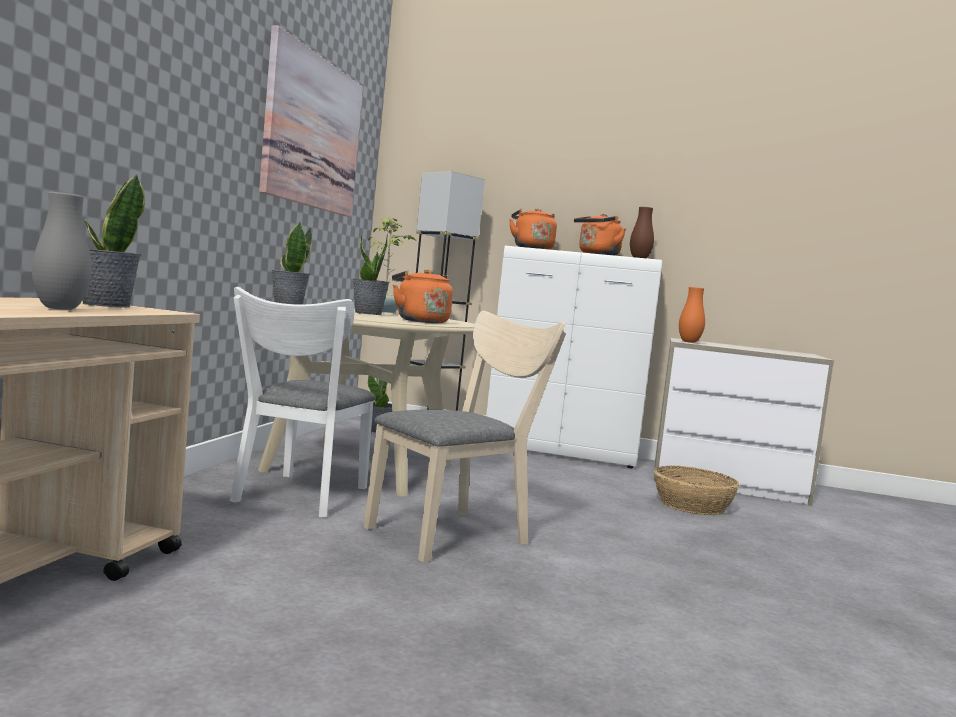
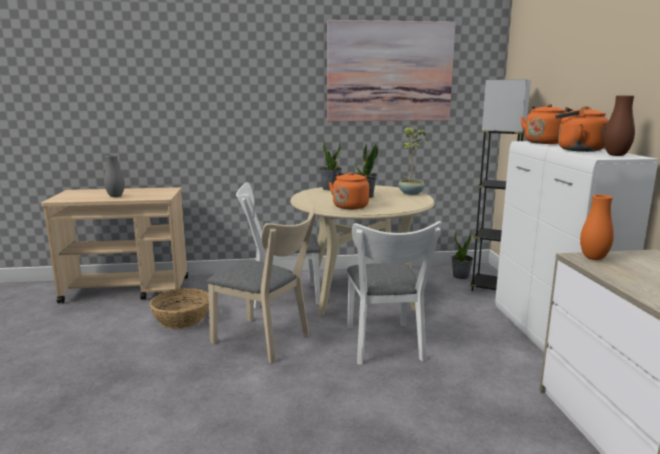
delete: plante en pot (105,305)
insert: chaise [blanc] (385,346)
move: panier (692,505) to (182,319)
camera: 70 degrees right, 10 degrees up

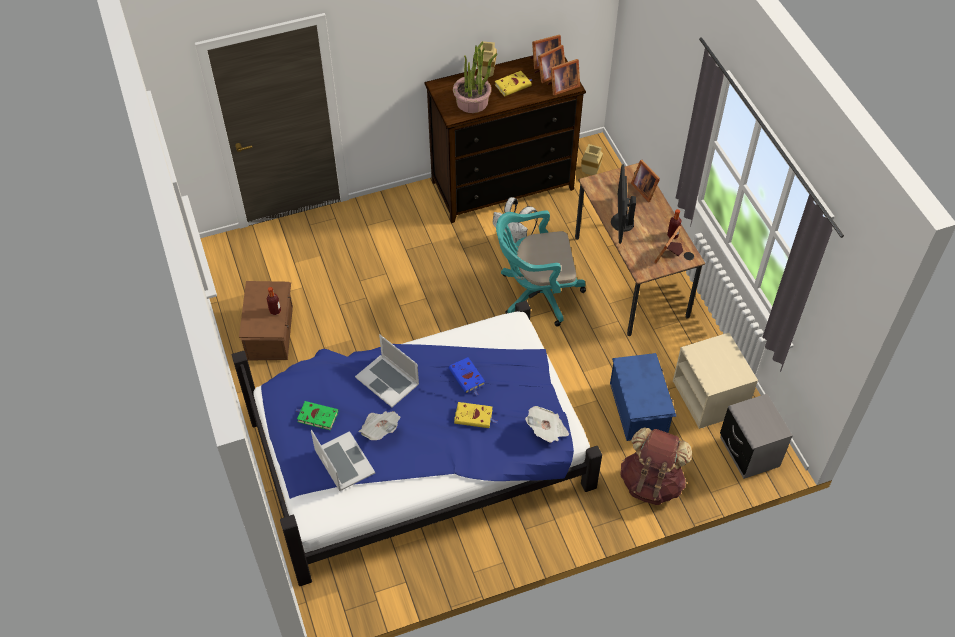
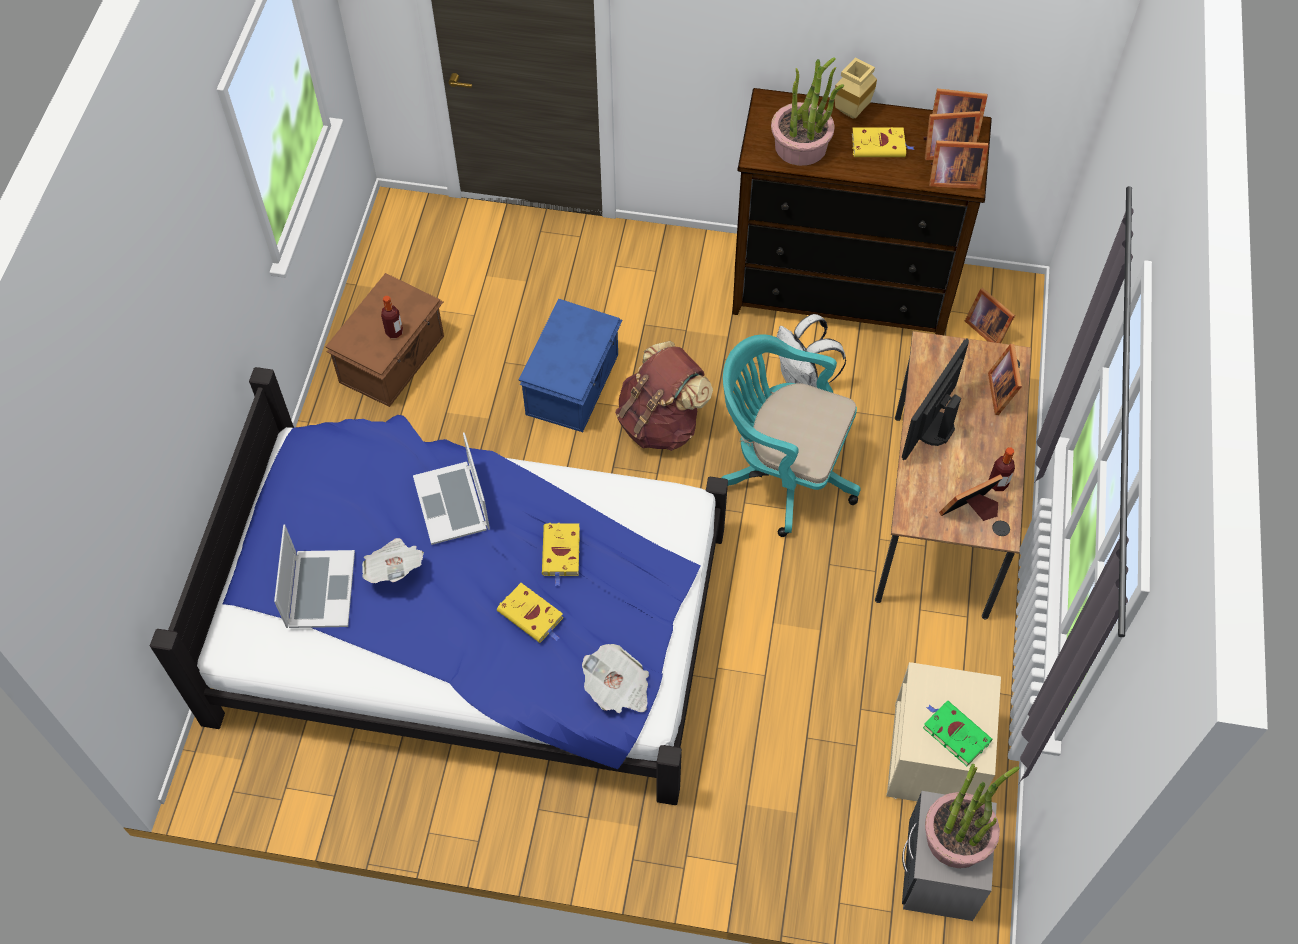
insert: plante en pot (957,838)
move: boîte de rangement [bleu] (639,408) to (574,384); livre [vert] (316,416) to (954,733); sac à dos [marron] (651,482) to (661,423)
replace: vase [beige] (591,172) to cadre photo (986,328)
recolor: livre [bleu] (467,377) to livre [jaune] (561,553)
camera: 30 degrees right, 5 degrees up

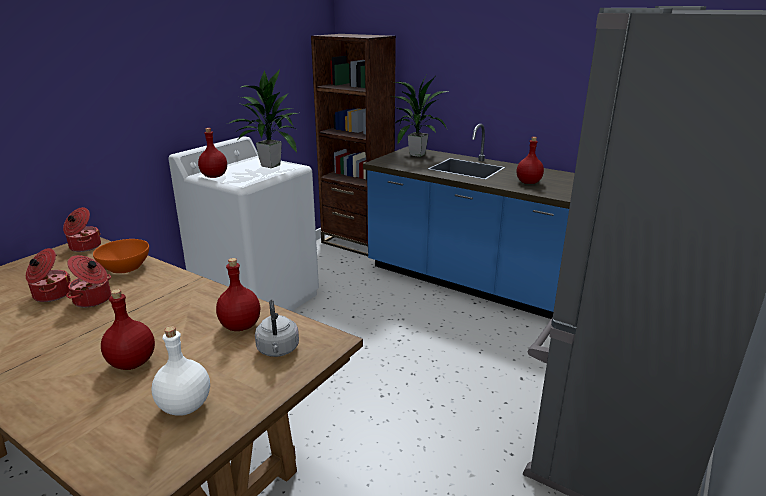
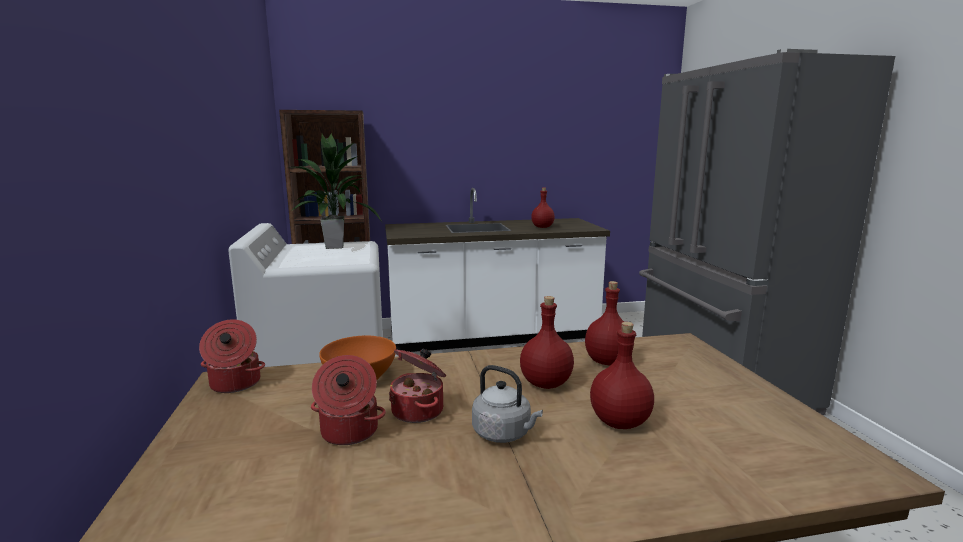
delete: plante en pot (416,154); bouteille [blanc] (184,407)
move: bouteille [rouge] (214,176) to (546,384); bouilloire [gris] (278,350) to (504,434)
recolor: comptoir de cuisine [bleu] (474,283) to comptoir de cuisine [blanc] (493,336)
camera: 45 degrees left, 10 degrees down

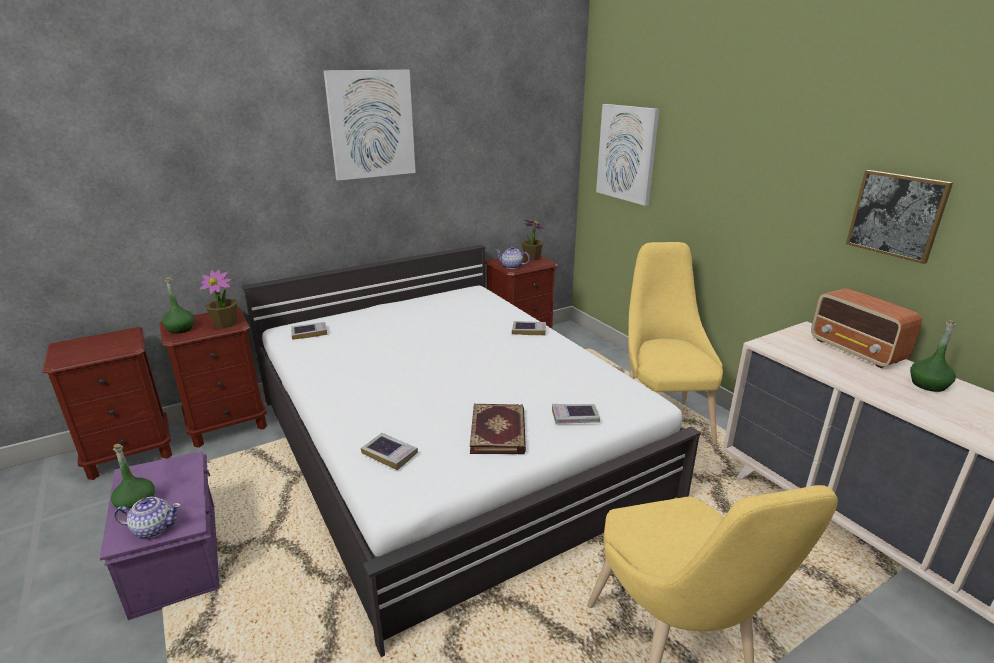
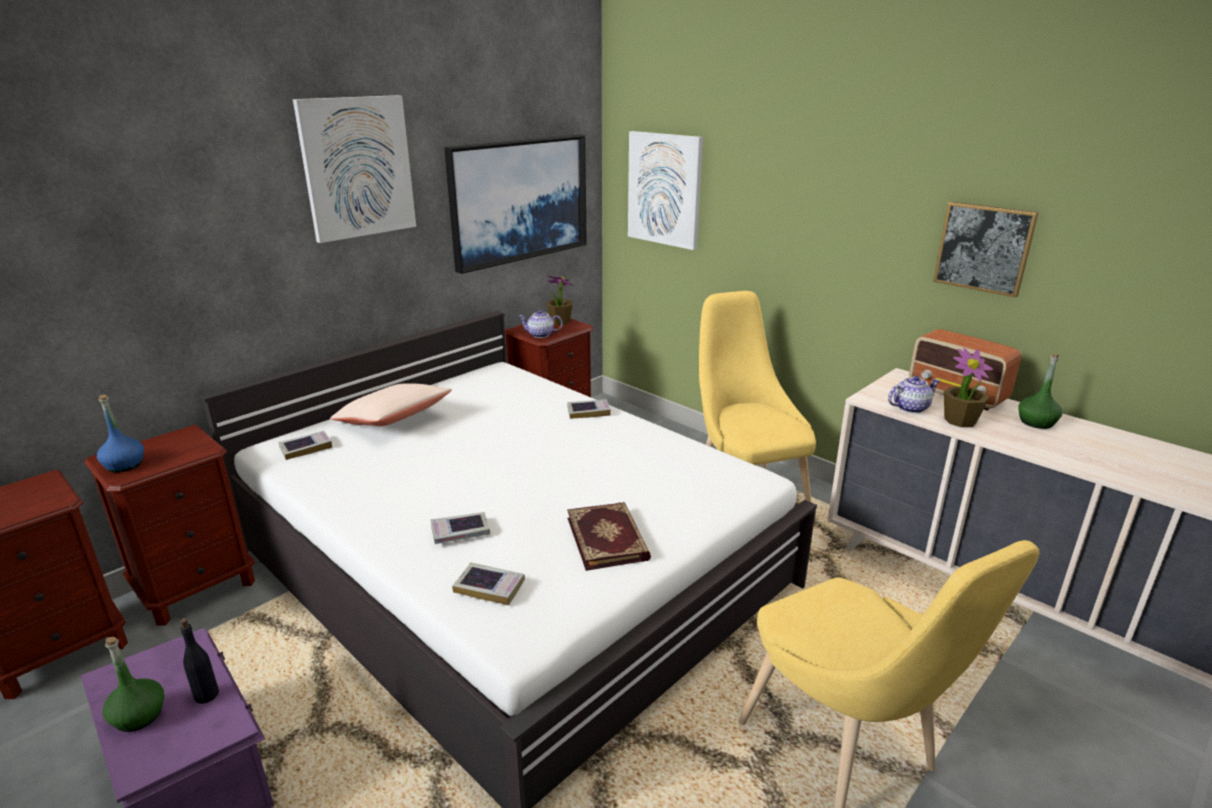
insert: tableau (519,200); coussin [beige] (393,420); bouteille [noir] (207,695)
move: plante en pot (225,324) to (960,420); livre (575,417) to (460,532); théière (153,528) to (910,408)
recolor: bouteille [vert] (180,329) to bouteille [bleu] (125,465)
camera: 15 degrees left, 0 degrees up

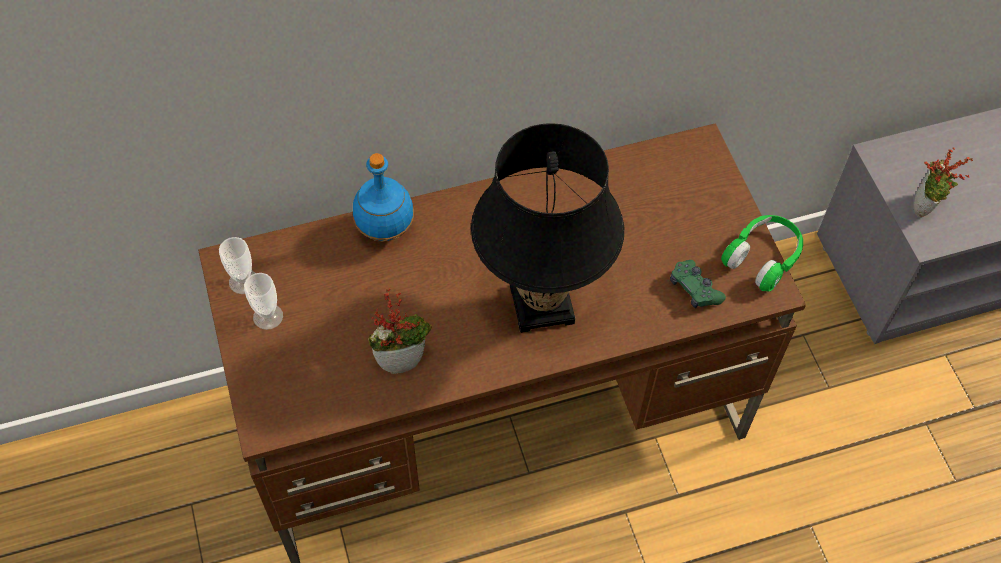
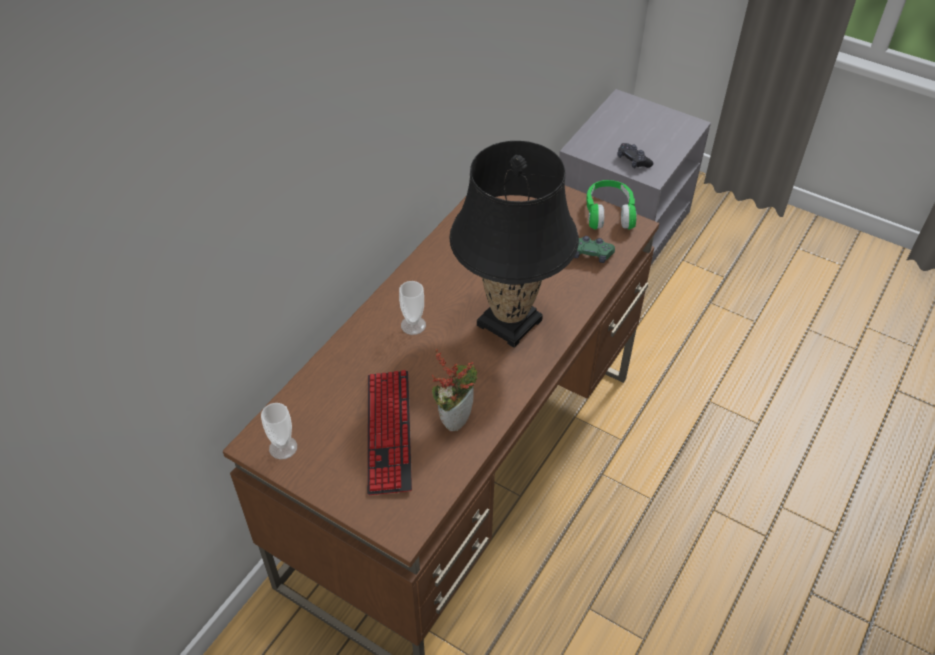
delete: bouteille [bleu] (386,230)
insert: clavier (389,432)
move: tasse (268,316) to (413,325)
replace: plante en pot (925,209) to manette [noir] (633,161)
camera: 40 degrees left, 10 degrees down

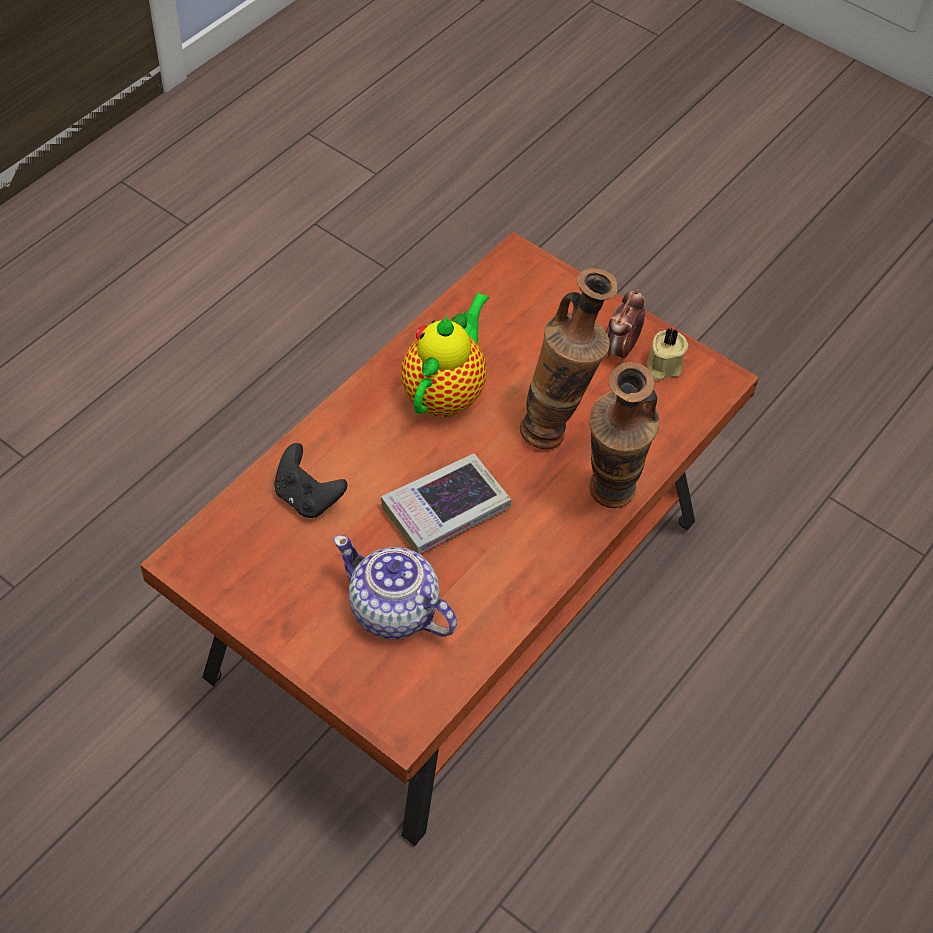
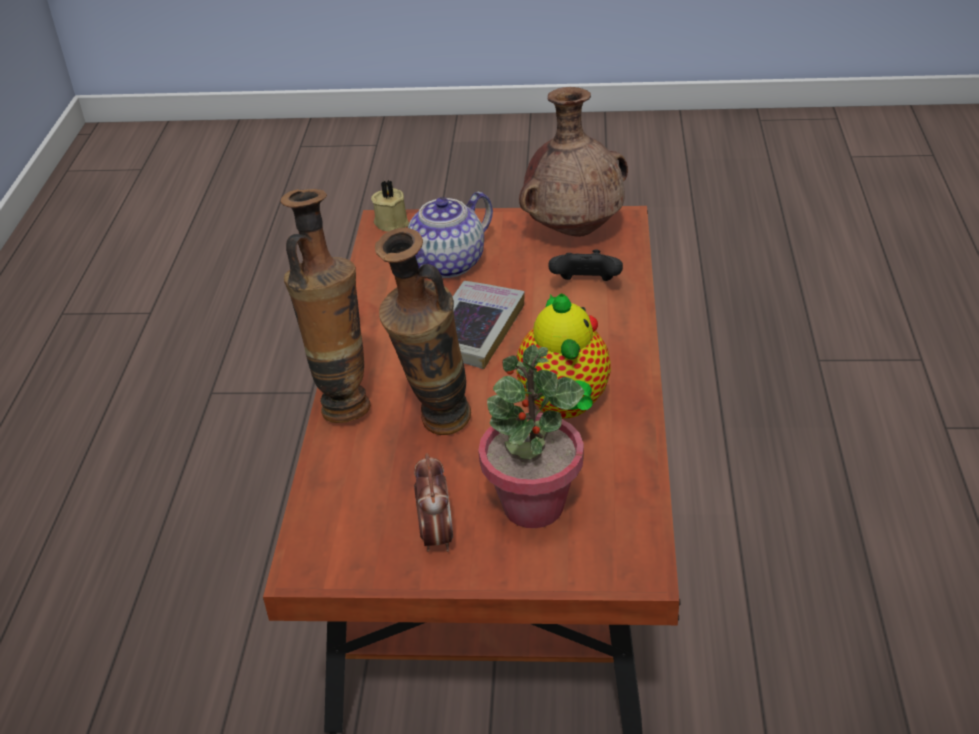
insert: vase [marron] (575,230); plante en pot (533,505)
move: bougie [beige] (662,366) to (392,222)
rotate: théière (394,611) = (449,263) 135 degrees clockwise
camera: 150 degrees right, 15 degrees down

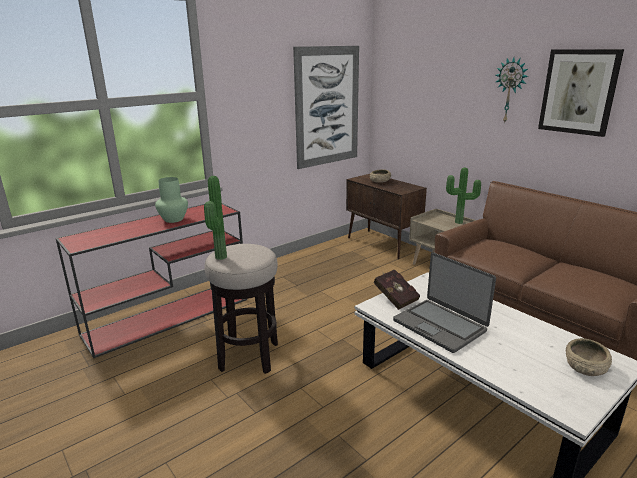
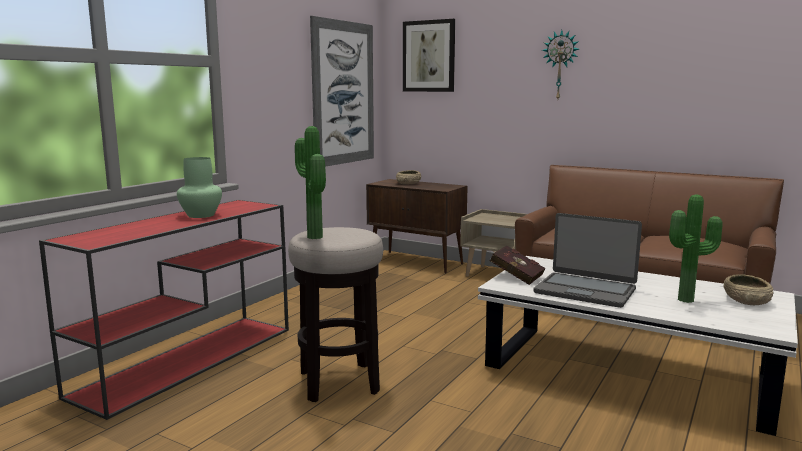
move: tableau (578,92) to (429,56); plante en pot (459,223) to (688,301)
camera: 20 degrees left, 10 degrees down

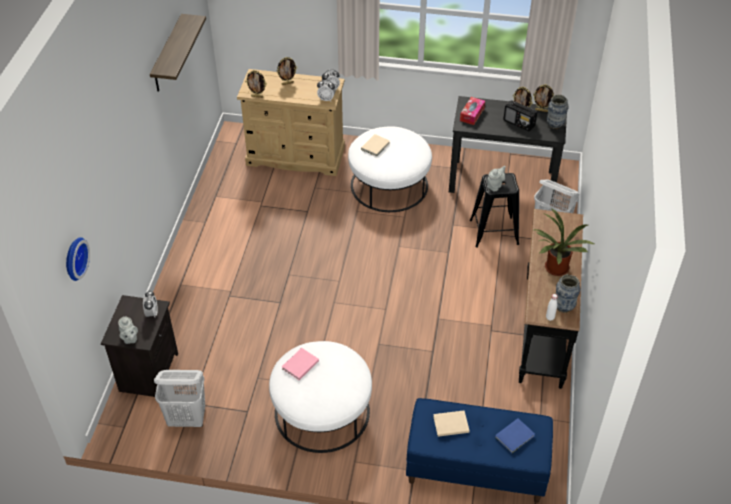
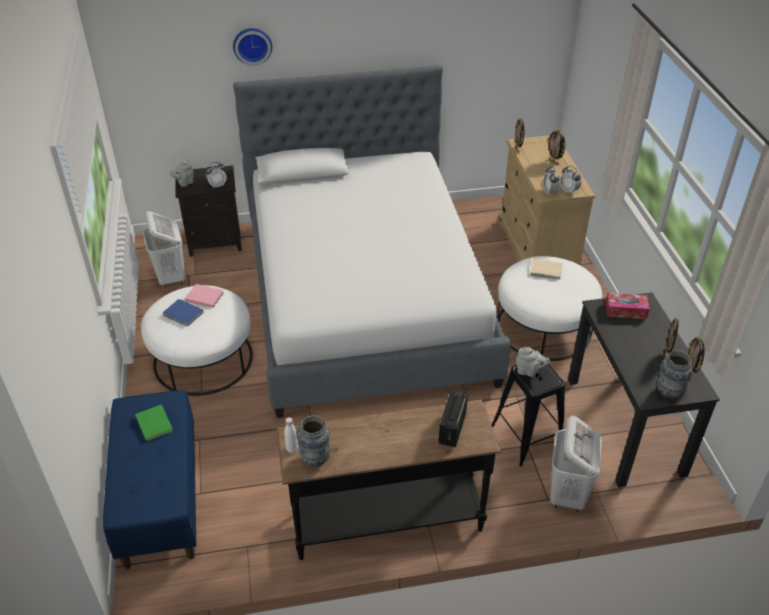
delete: étagère (168,54); plante en pot (555,269)
insert: lit (365,298)
move: radio (519,123) to (452,429); horloge murale (74,258) to (252,45); livre [bleu] (515,436) to (183,314)
recolor: livre [beige] (450,424) to livre [vert] (154,423)
camera: 70 degrees right, 5 degrees down

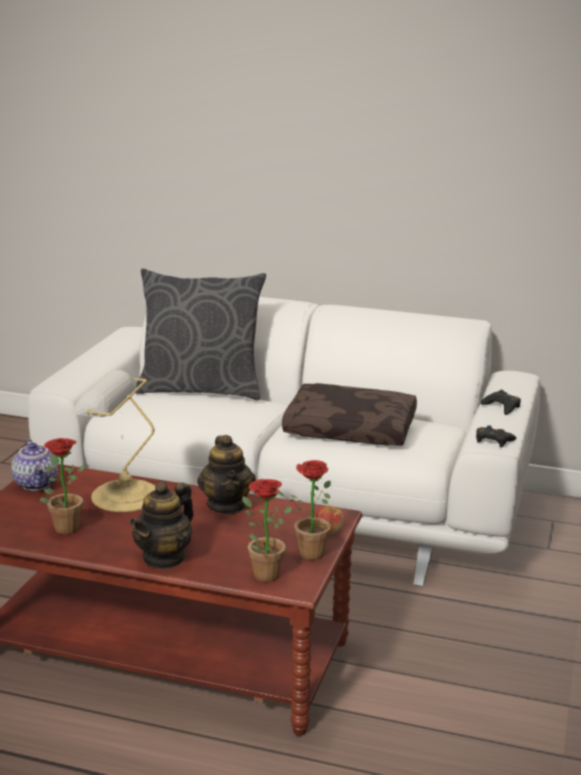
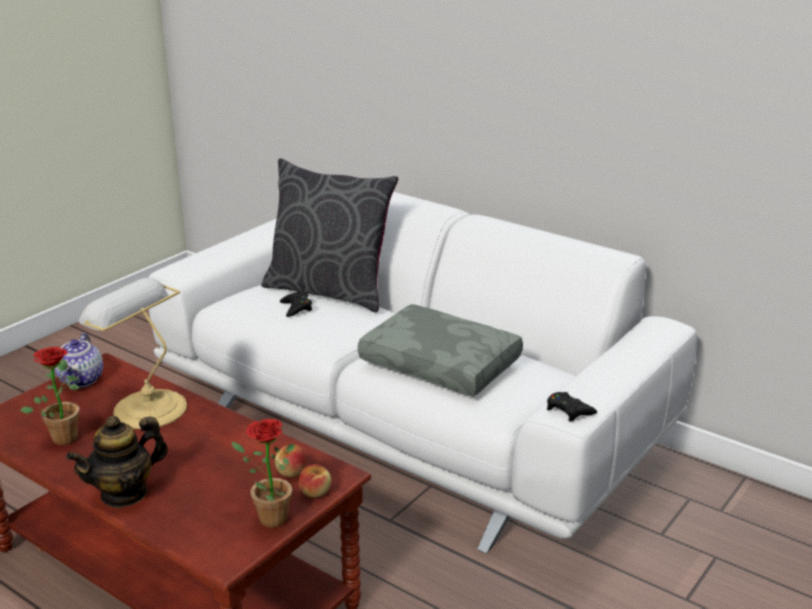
delete: théière (227,505); plante en pot (261,573)
insert: pomme (291,472)
move: manette [noir] (502,407) to (296,308)
recolor: coussin [marron] (351,429) to coussin [gris] (442,364)
camera: 20 degrees right, 5 degrees up

